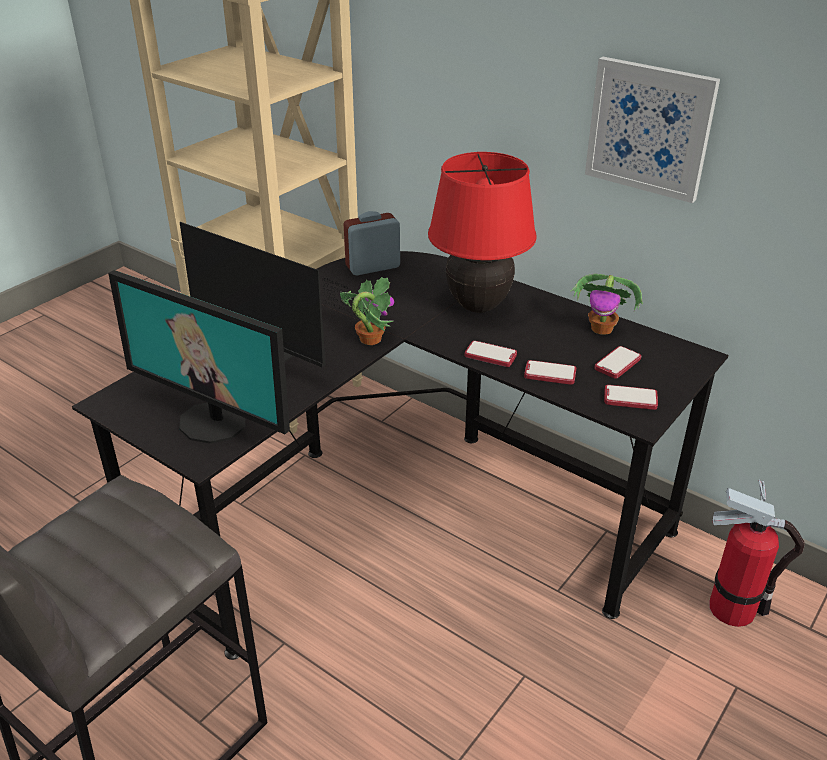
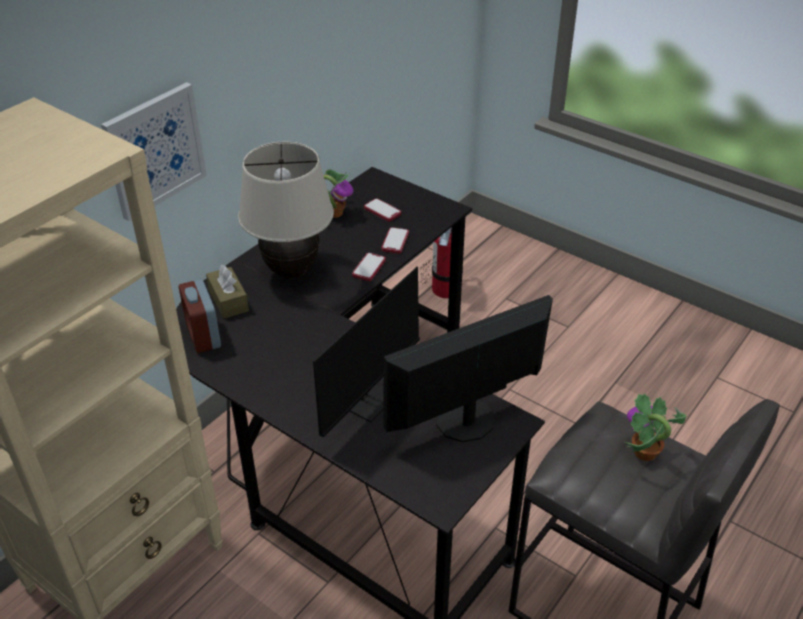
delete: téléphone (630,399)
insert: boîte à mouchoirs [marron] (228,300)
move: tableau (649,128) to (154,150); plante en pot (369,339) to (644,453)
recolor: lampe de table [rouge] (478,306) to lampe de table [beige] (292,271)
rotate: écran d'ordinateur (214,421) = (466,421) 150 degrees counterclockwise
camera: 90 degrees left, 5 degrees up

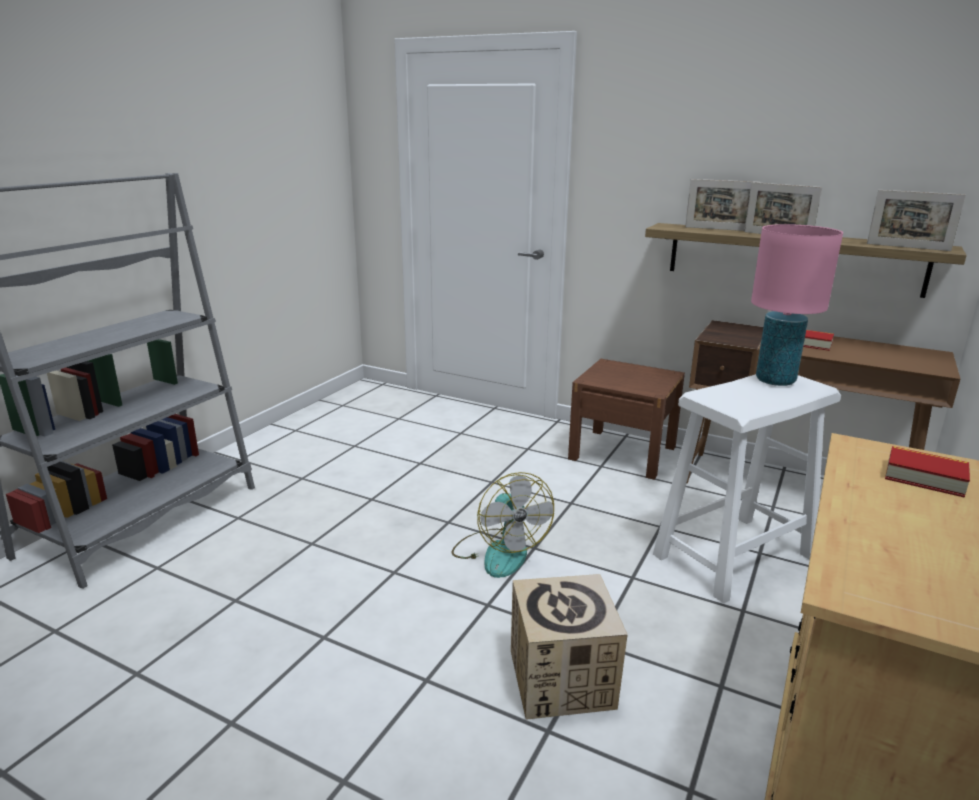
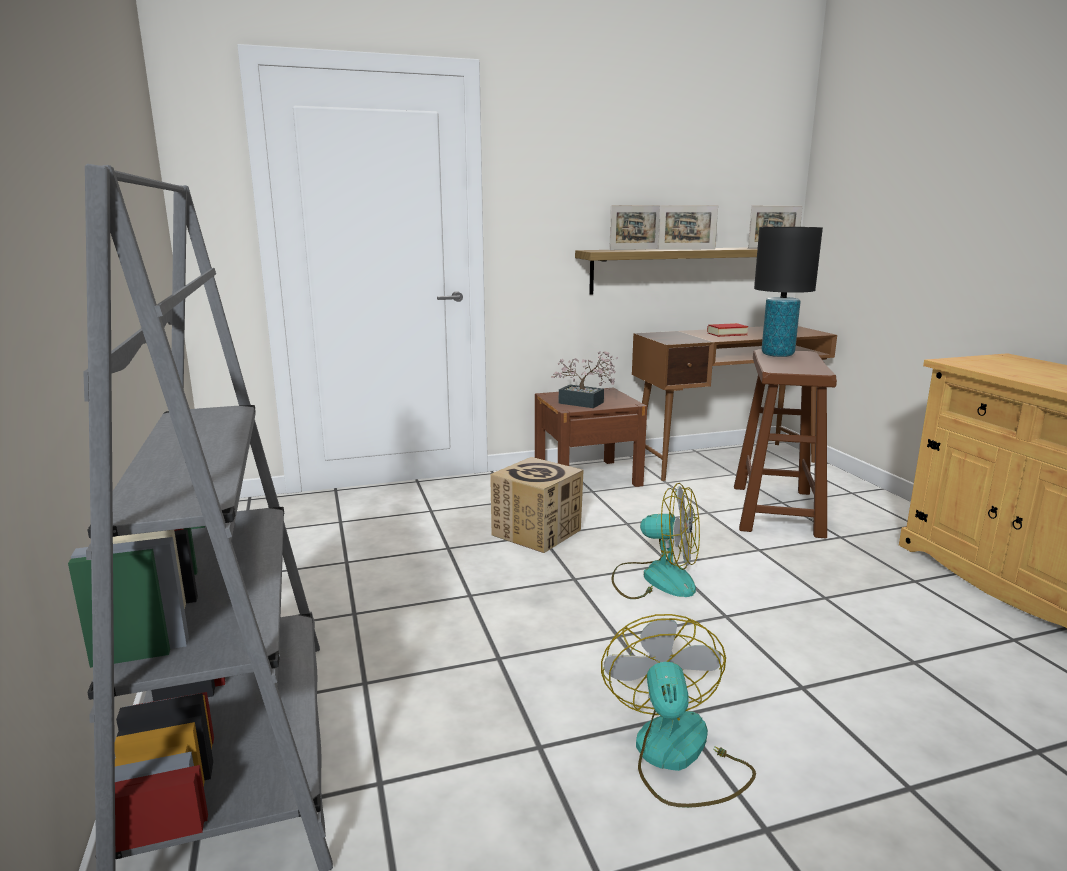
delete: livre (924,478)
insert: plante en pot (585,403); ventilateur (677,757)
move: carton (562,679) to (537,532)
recolor: lampe de table [rose] (775,380) to lampe de table [noir] (777,354); tabouret [blanc] (733,556) to tabouret [marron] (776,511)
camera: 45 degrees left, 5 degrees down

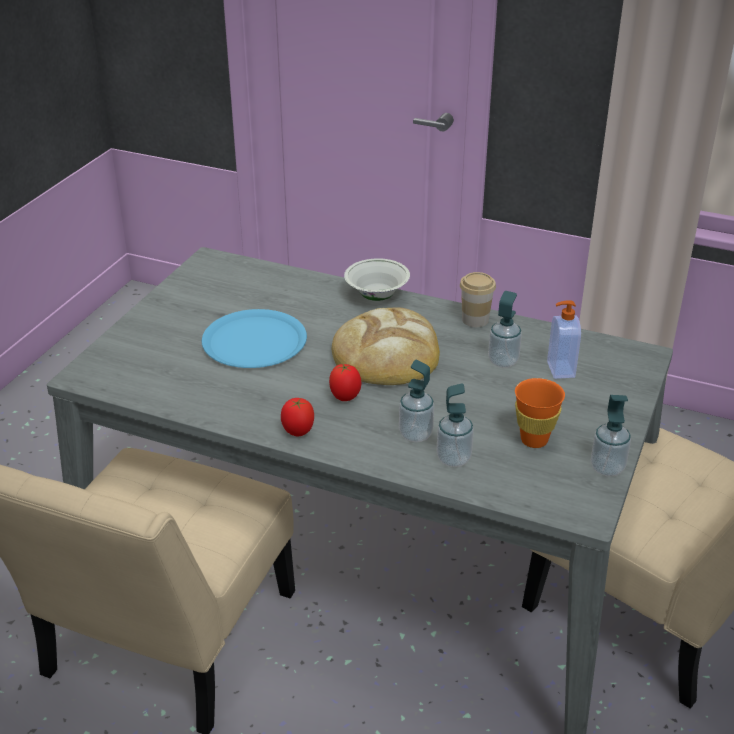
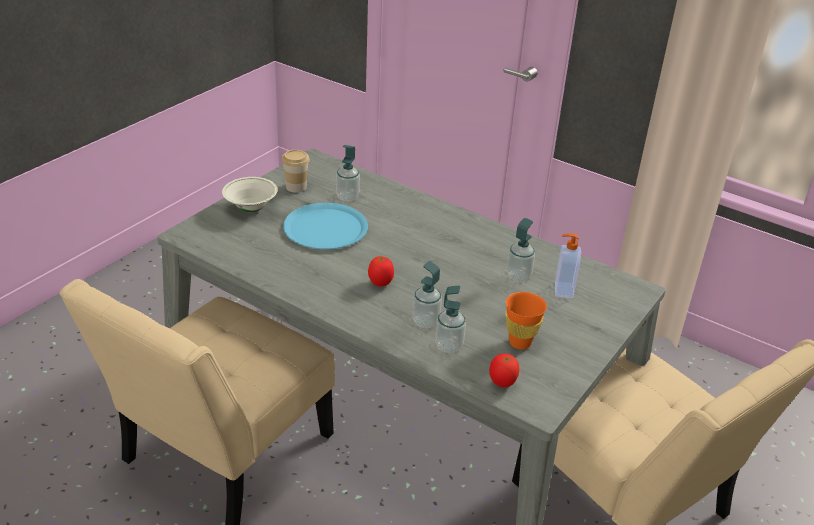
delete: pain (387,354)
move: bol [blanc] (377,296) to (251,208); tasse (475,320) to (296,187); distributeur de savon (607,468) to (347,197); tomate (298,432) to (502,383)
camera: 10 degrees right, 0 degrees up

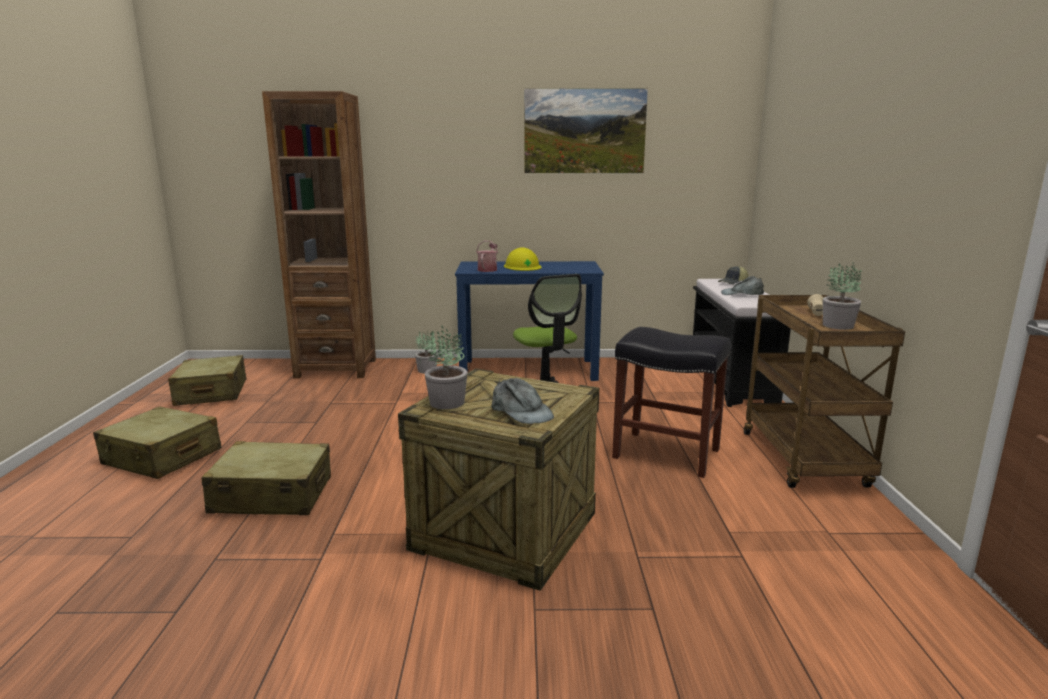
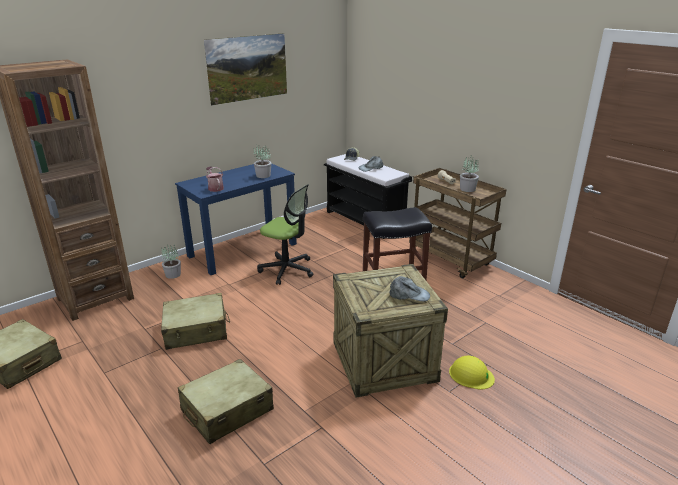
move: casque de chantier [jaune] (522,266) to (471,375); plante en pot (446,402) to (263,175); valise [beige] (162,457) to (196,330)
camera: 40 degrees left, 10 degrees up

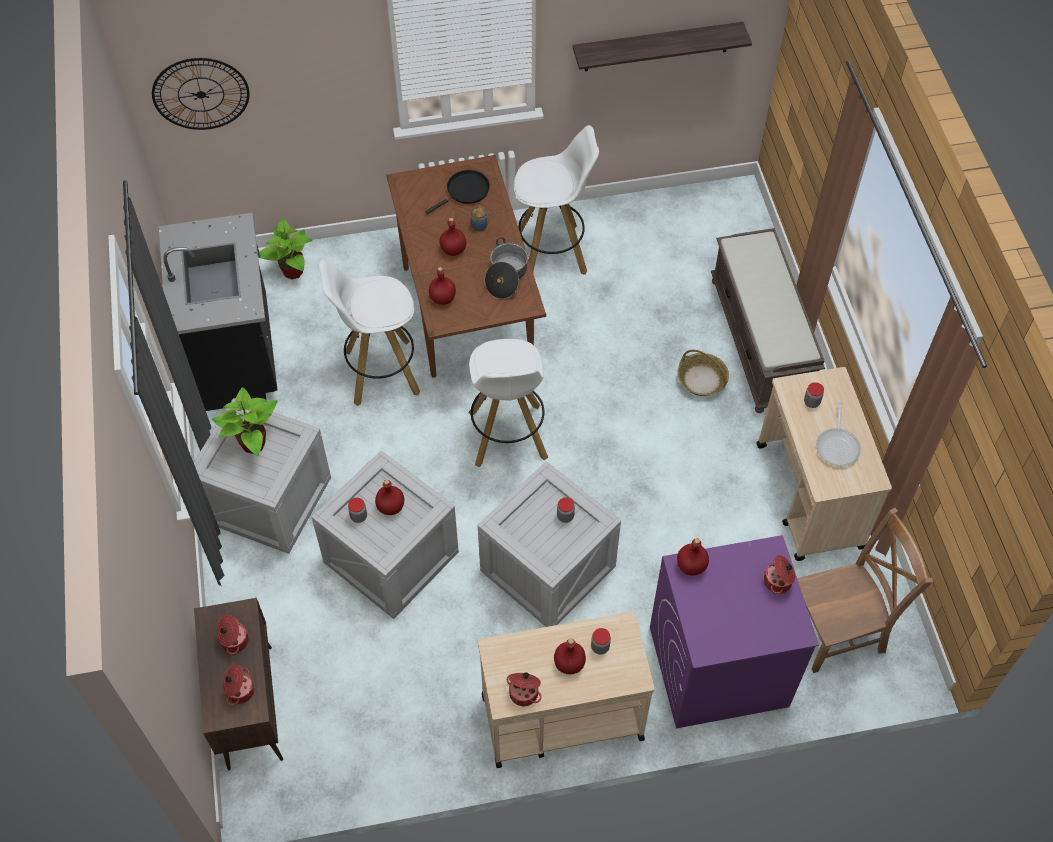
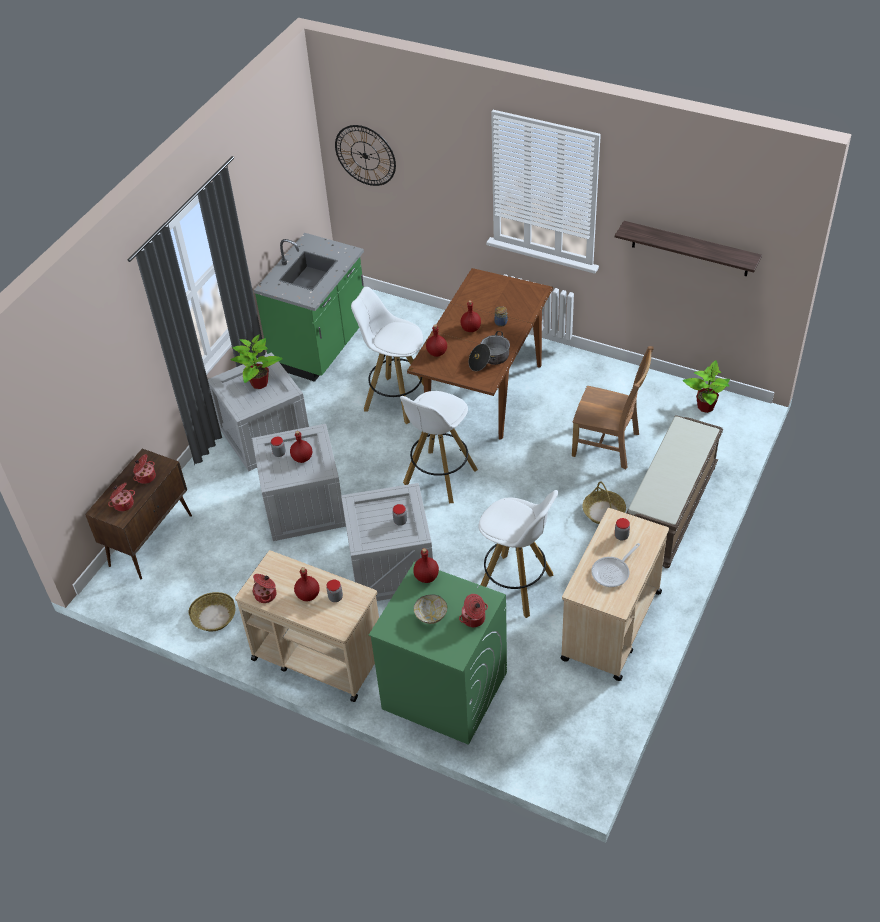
delete: poêle [noir] (465,191)
insert: panier (214,617); bol (430,616)
move: tabouret [blanc] (553,252) to (516,586); plante en pot (292,271) to (705,406); chaise [marron] (839,630) to (608,445)
recolor: comptoir de cuisine [noir] (235,354) to comptoir de cuisine [vert] (321,347); lave-linge [violet] (717,667) to lave-linge [vert] (444,690)
camera: 40 degrees right, 10 degrees down

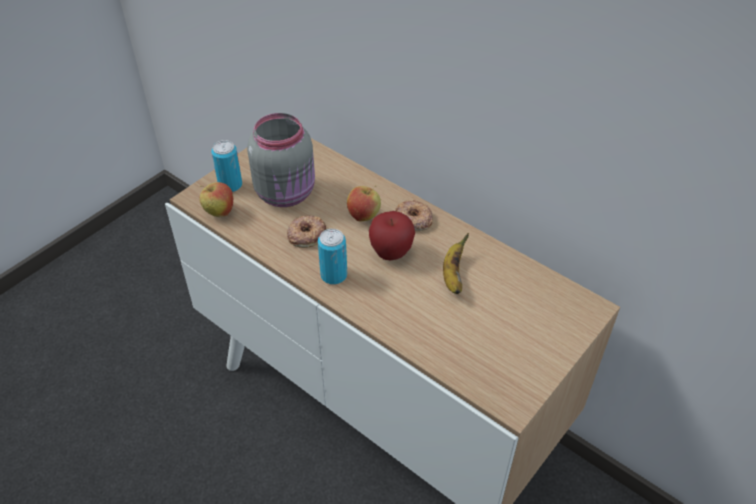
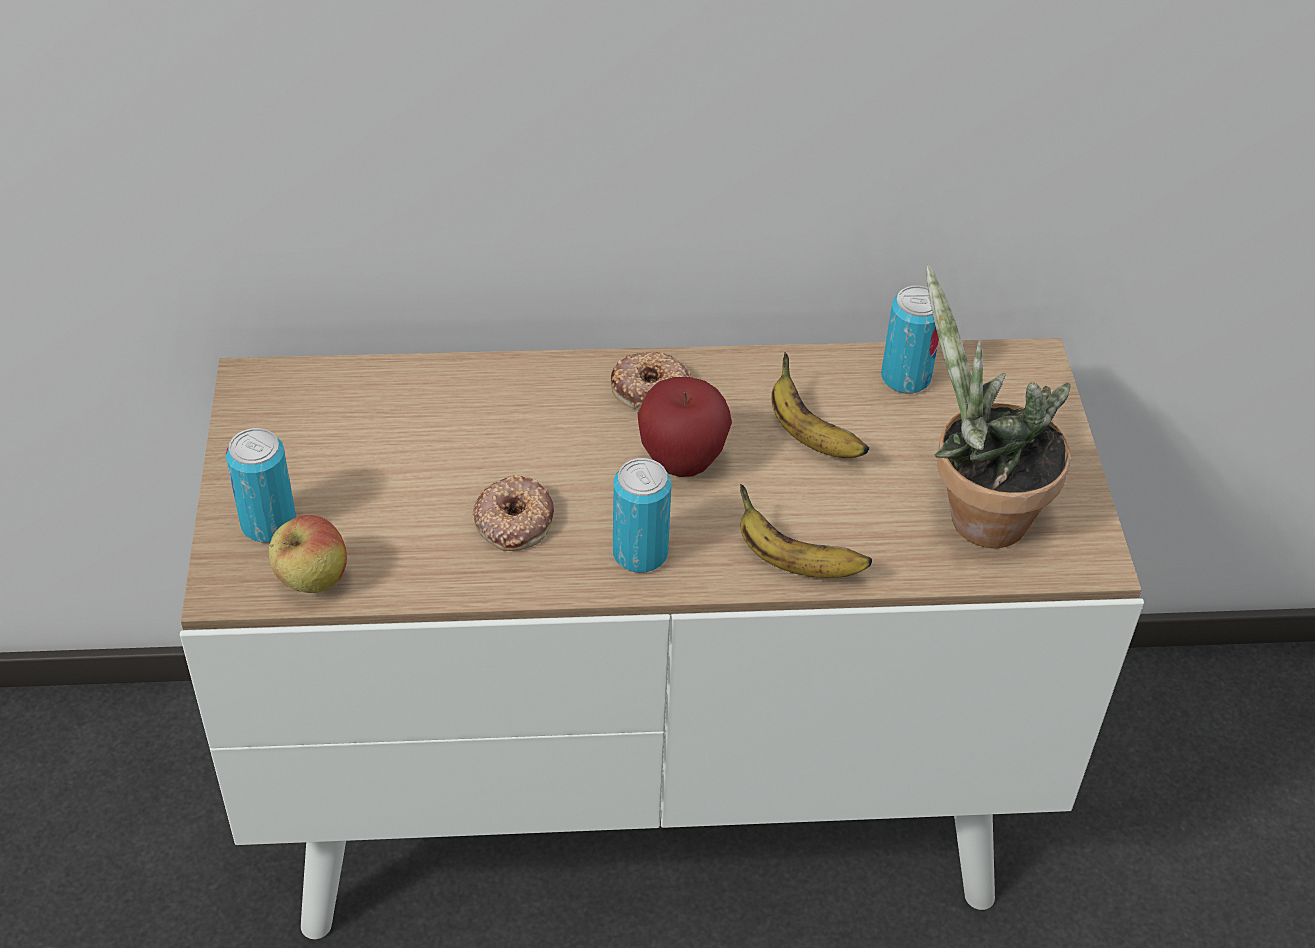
delete: bocal [gris] (287,193); pomme (364,216)
insert: plante en pot (976,515); boîte métallique (905,378); banane (794,563)
camera: 45 degrees left, 0 degrees up

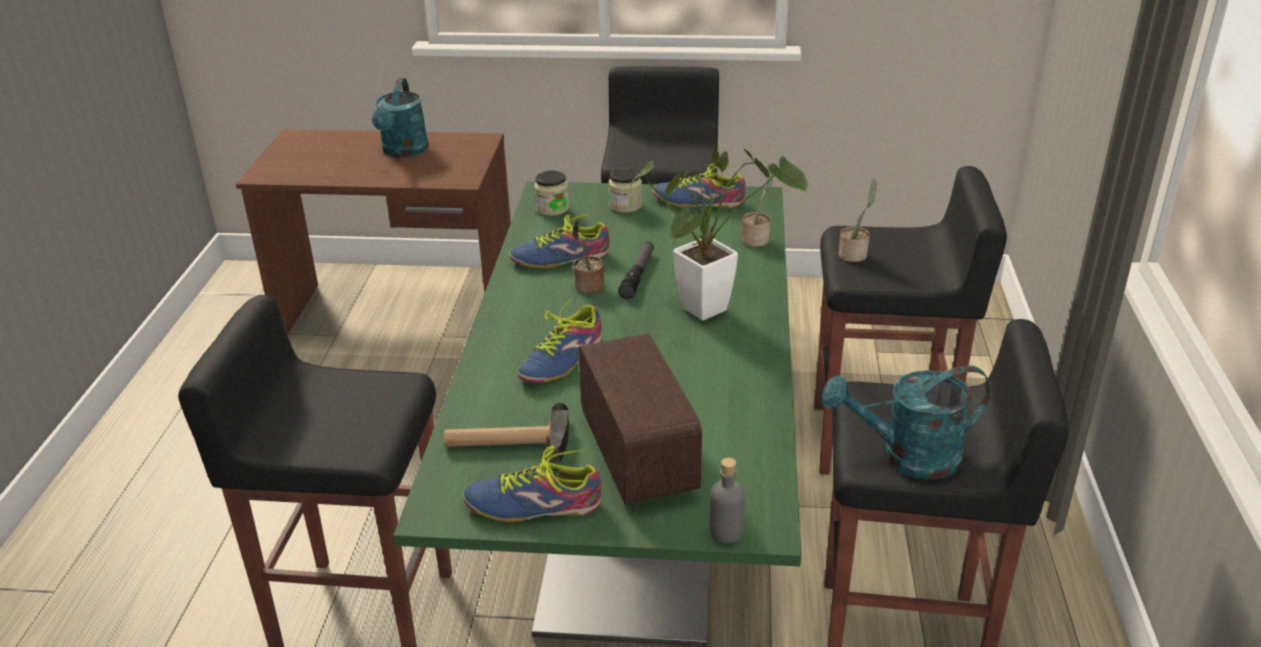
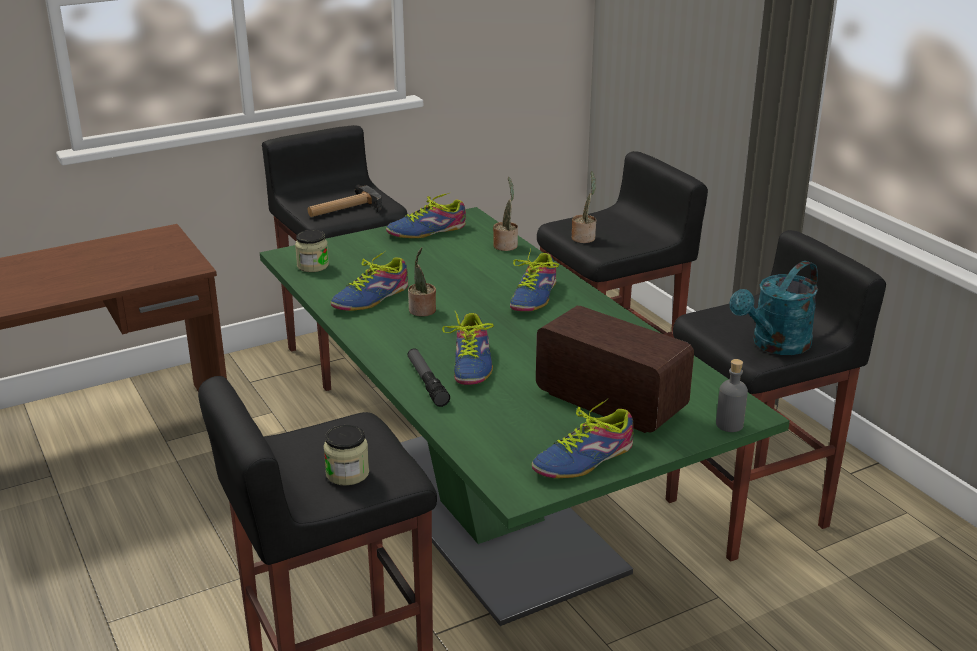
delete: arrosoir [turquoise] (403,151)
move: bocal (625,205) to (347,473); lampe de poche (637,275) to (427,382); marteau (507,445) to (344,209)
replace: plante en pot (712,306) to chaussure (534,296)
camera: 35 degrees left, 5 degrees down

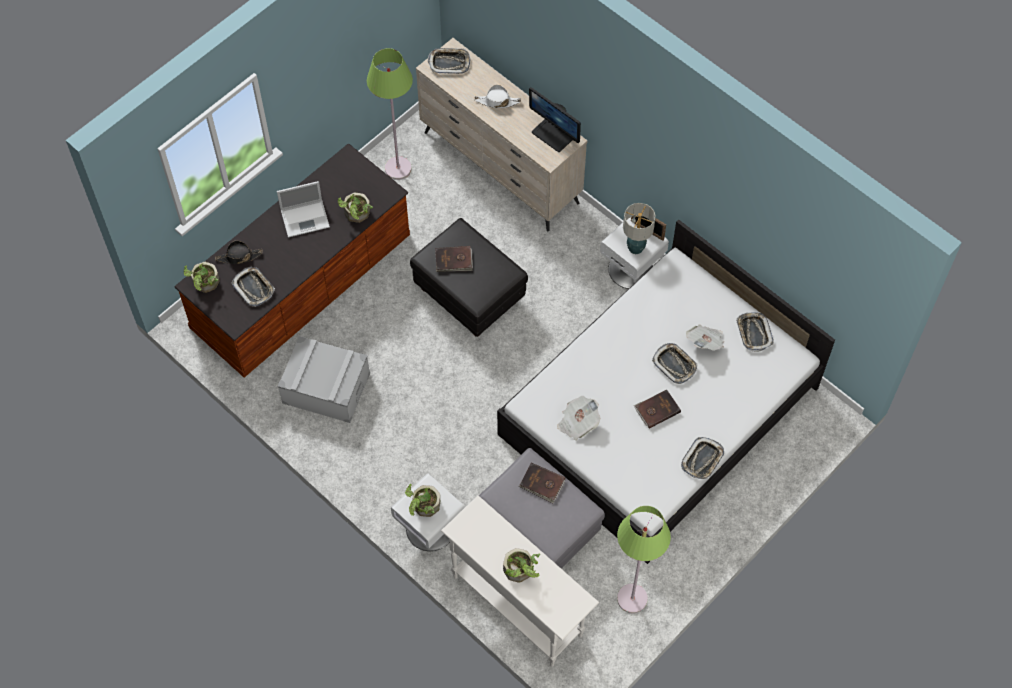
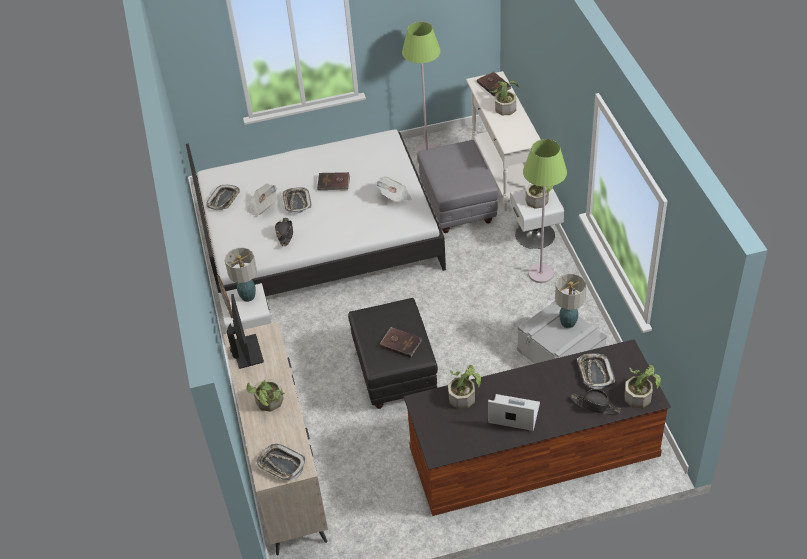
delete: plateau (702,460)
insert: chapeau [noir] (285,234); lampe de table (568,323)
move: lampadaire [vert] (398,168) to (540,274); livre [marron] (542,484) to (494,85)
replace: chapeau [blanc] (497,101) to plante en pot (269,404)
camera: 145 degrees left, 15 degrees down

